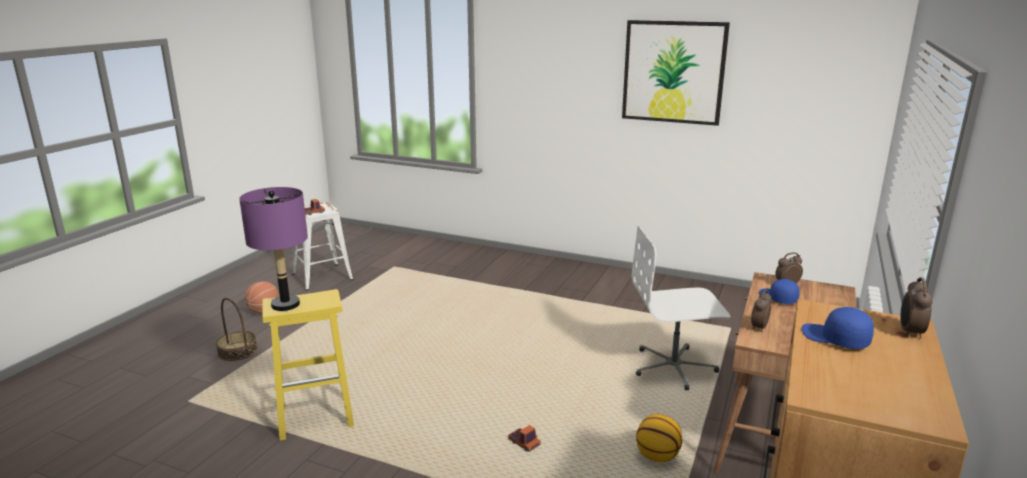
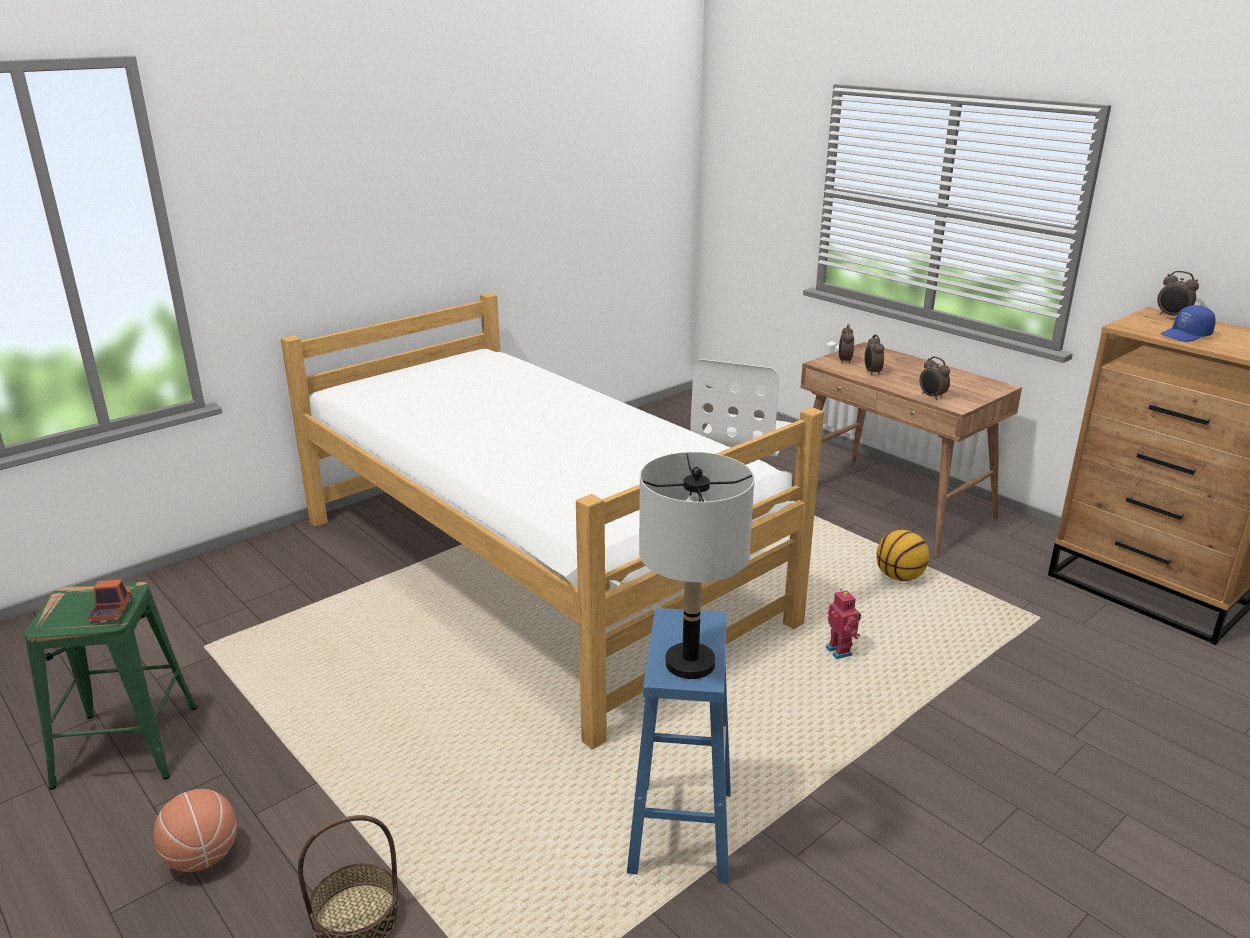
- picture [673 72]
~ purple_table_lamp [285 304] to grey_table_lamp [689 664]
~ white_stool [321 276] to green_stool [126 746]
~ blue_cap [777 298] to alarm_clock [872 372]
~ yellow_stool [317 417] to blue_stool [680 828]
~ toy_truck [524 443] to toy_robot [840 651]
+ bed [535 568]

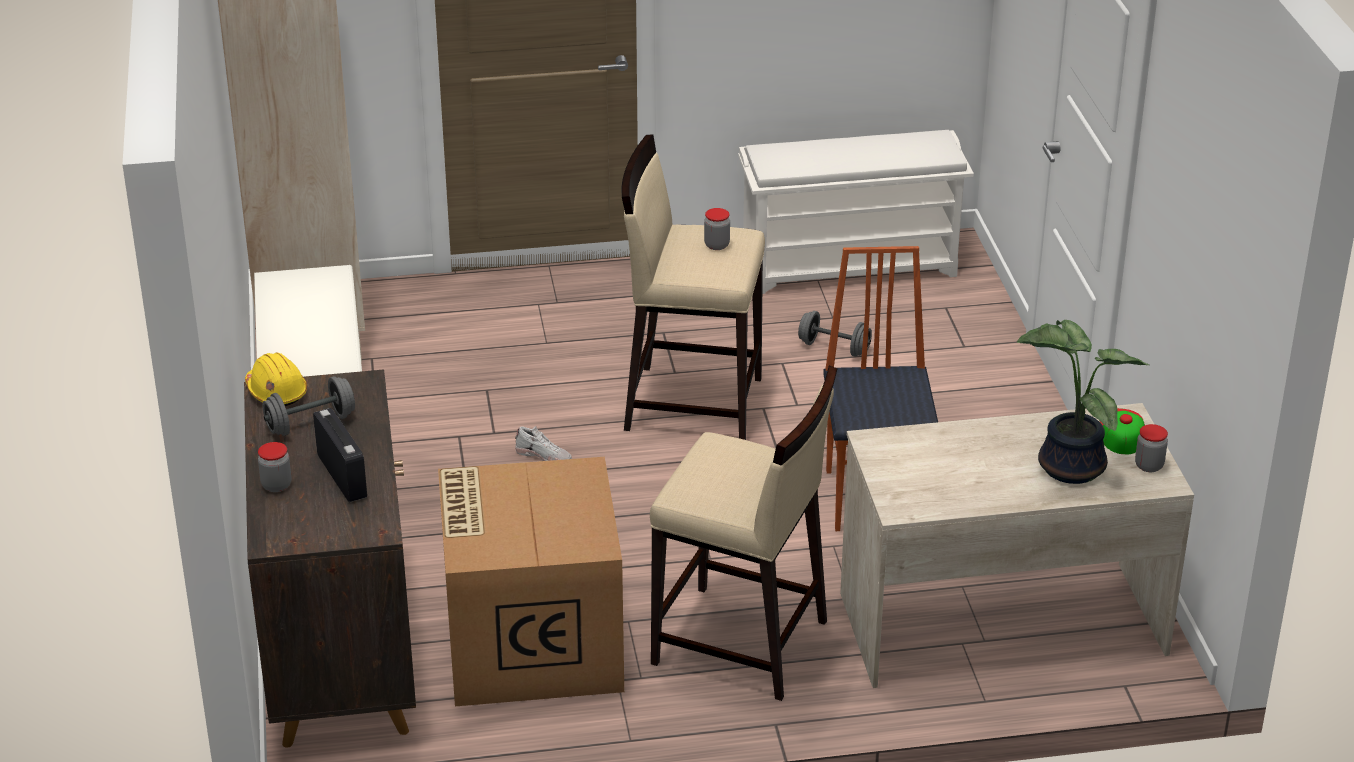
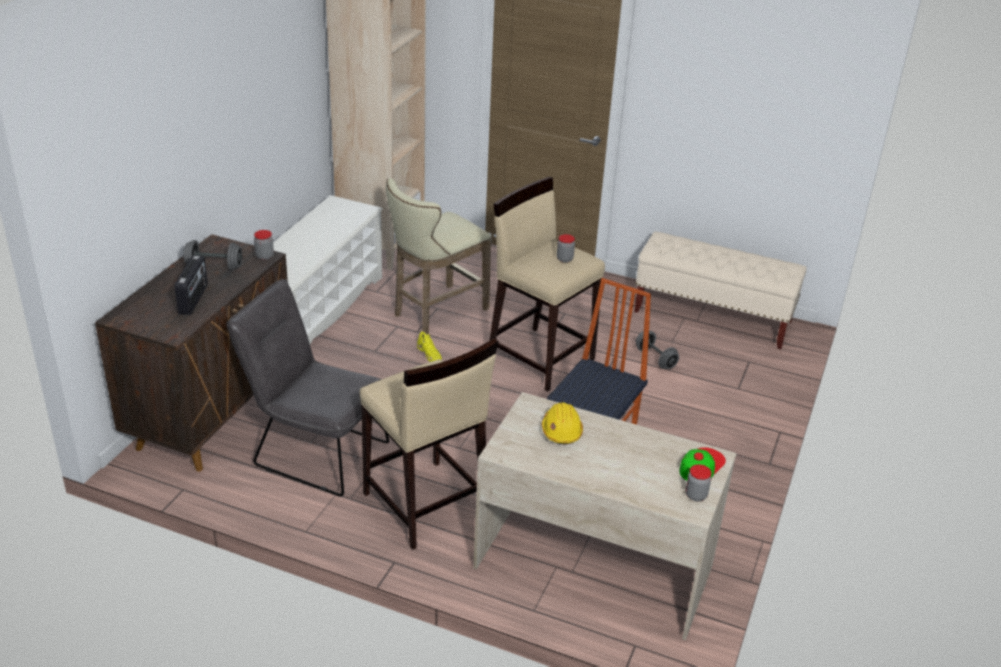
~ white_shoe_rack [851 266] to beige_bench [713 317]
- potted_plant [1067 466]
~ yellow_hard_hat [276 391] to [561 430]
~ white_shoe [544 456] to yellow_shoe [429 354]
~ jar [276 485] to [264 256]
~ cardboard_box [530 642] to grey_chair [314 451]
+ beige_stool [435 312]

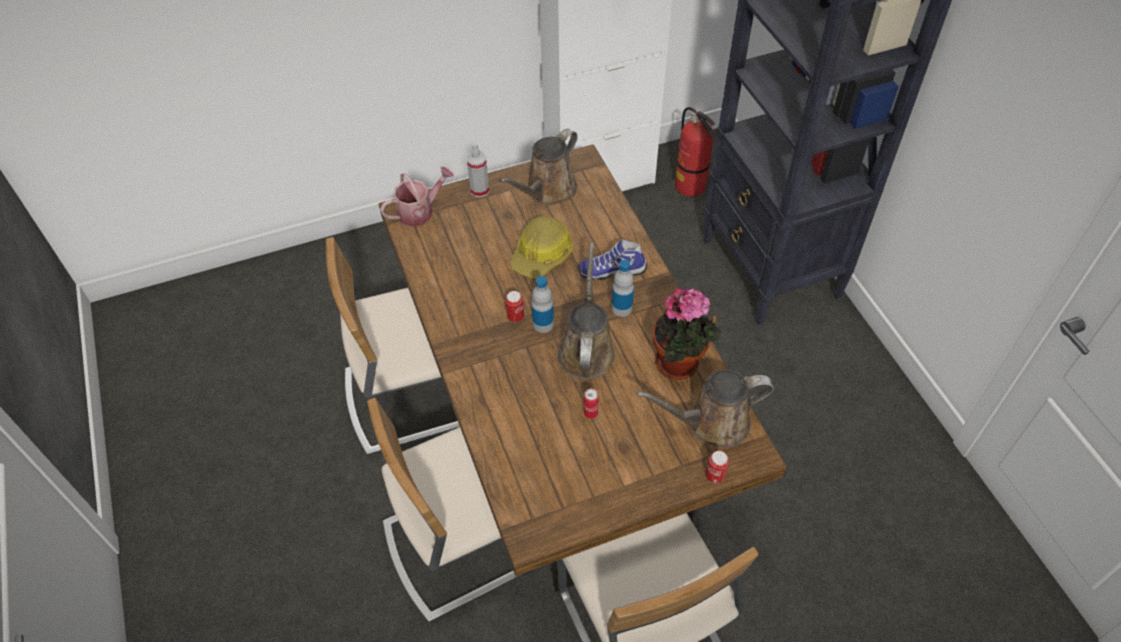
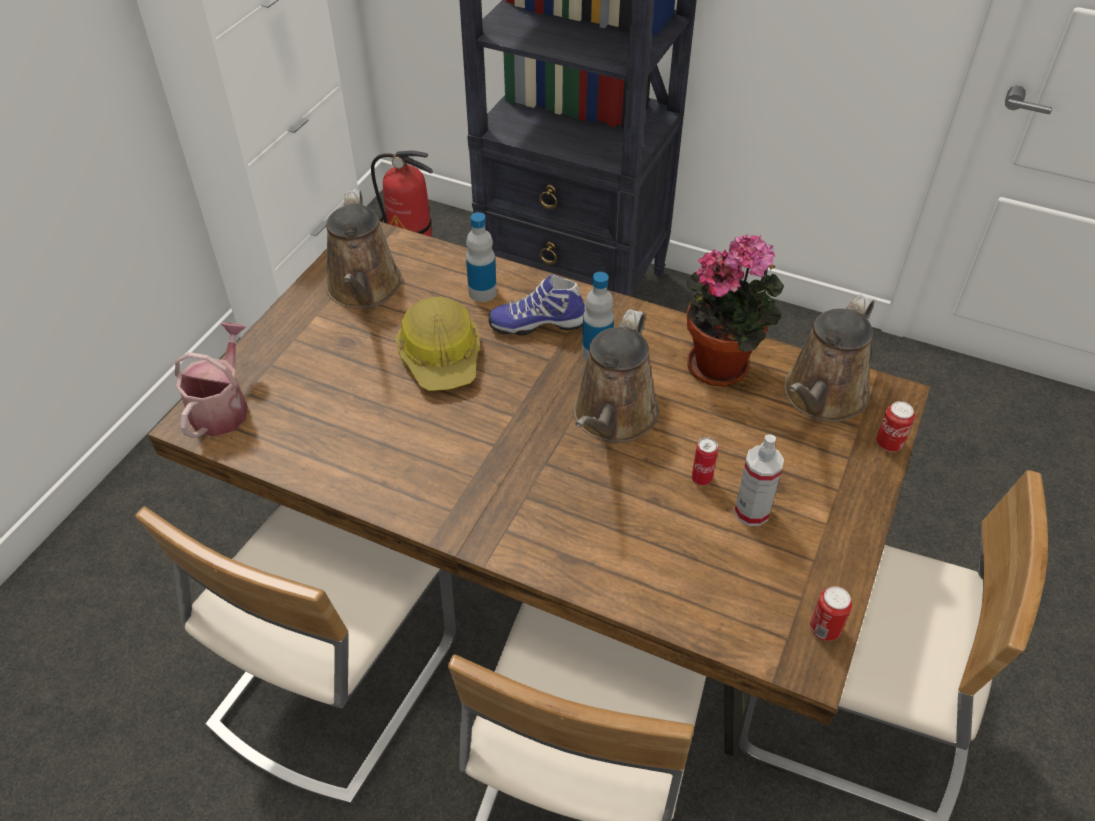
~ spray_bottle [479 190] to [751 512]
~ shoe [612 270] = [538 322] 45 degrees clockwise
~ brown_watering_can [586 349] = [613 418] 120 degrees counterclockwise
~ bottle [543 324] to [482 292]
~ can [515 317] to [824 629]

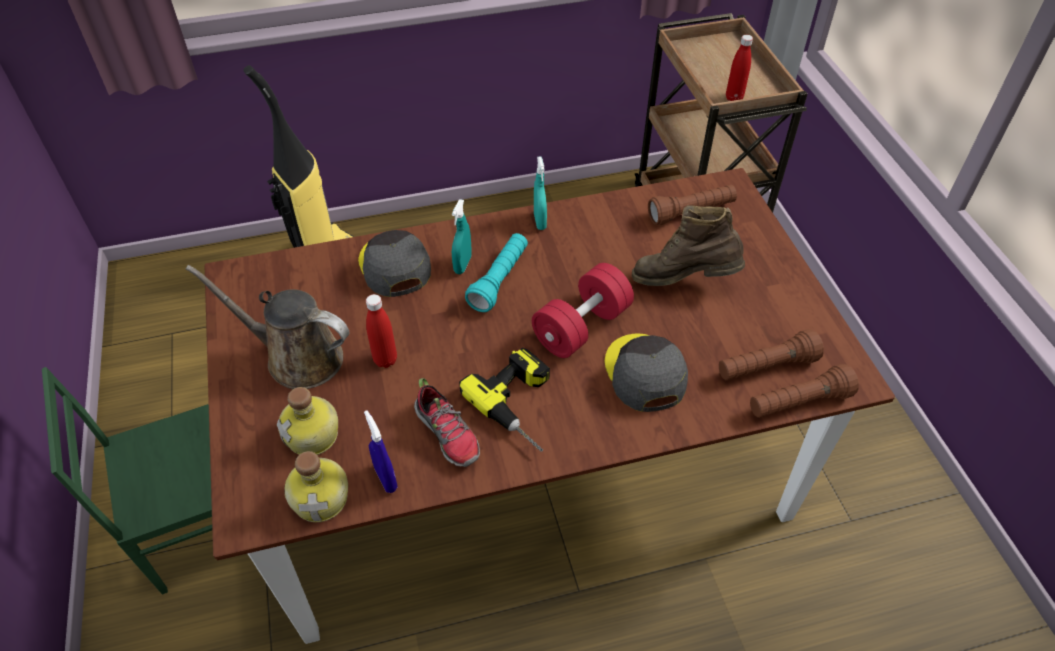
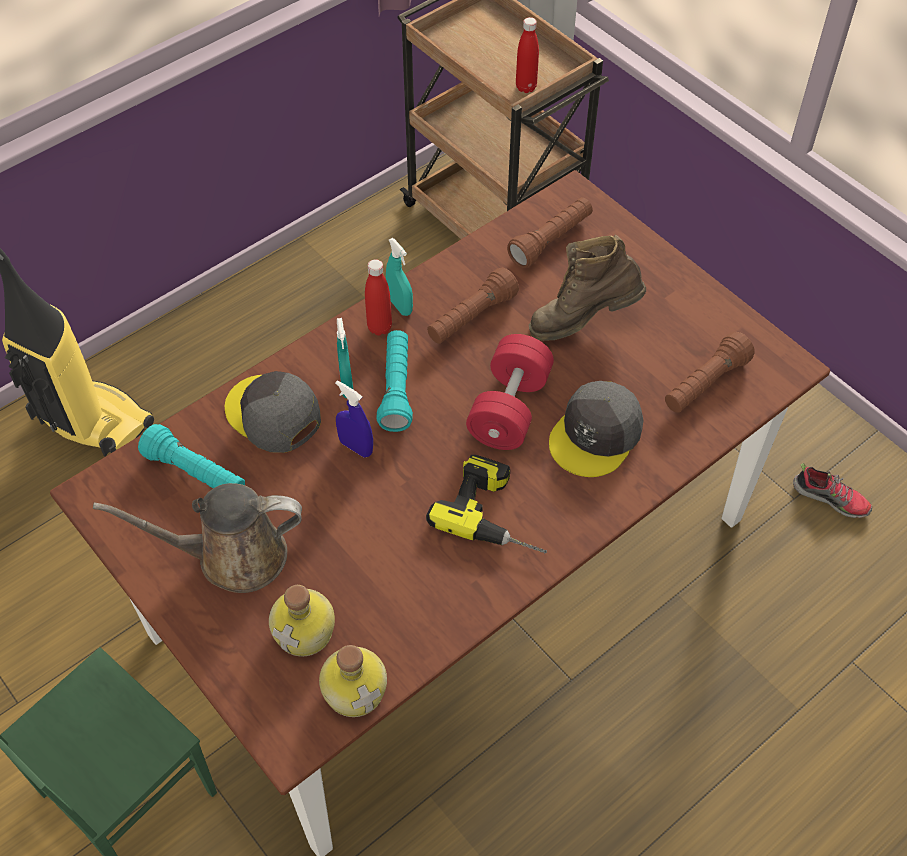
~ red_bottle [385 360] to [379 327]
~ grey_cap [644 374] = [596 435] 105 degrees counterclockwise
~ brown_flashlight [798 403] to [471 318]
~ shoe [448 434] to [831 498]
~ blue_spray_bottle [386 478] to [356 447]
+ turquoise_flashlight [196 473]

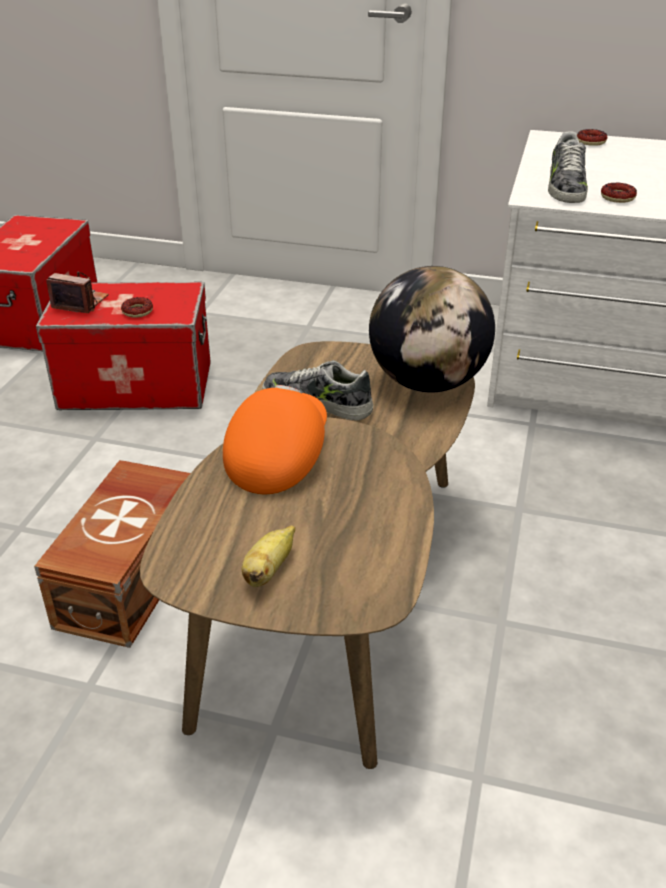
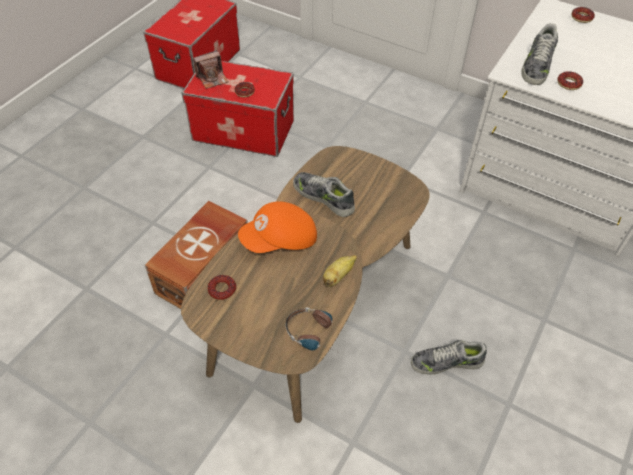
- globe [427 383]
~ photo_camera [81 303] = [212 78] 120 degrees clockwise
~ orange_cap [277 457] = [280 240] 150 degrees counterclockwise
~ banana [268 570] to [338 276]
+ donut [222 290]
+ headphones [316 334]
+ shoe [446 362]

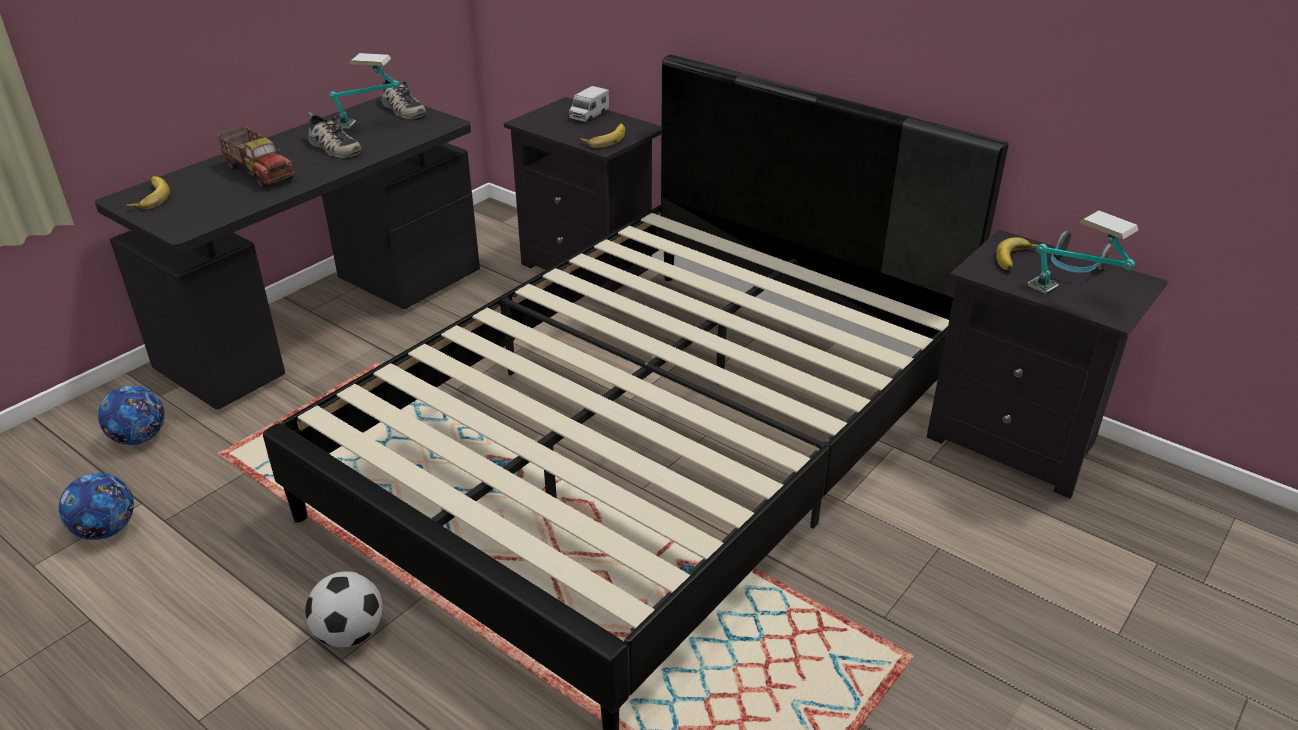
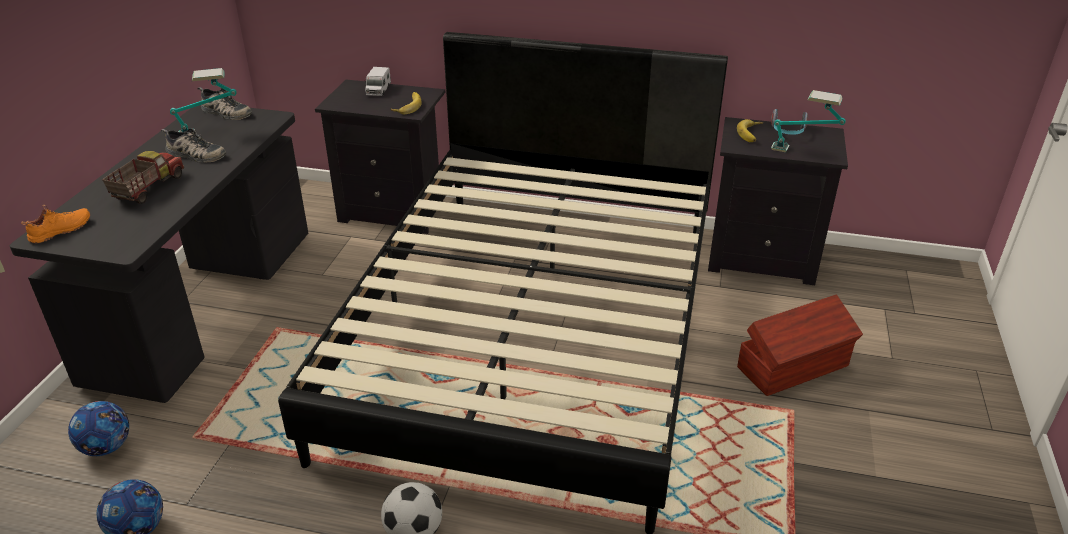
~ toy_truck [260 172] = [148 189] 90 degrees counterclockwise
~ banana [148 197] to orange_shoe [61 231]
+ brown_storage_box [794 367]

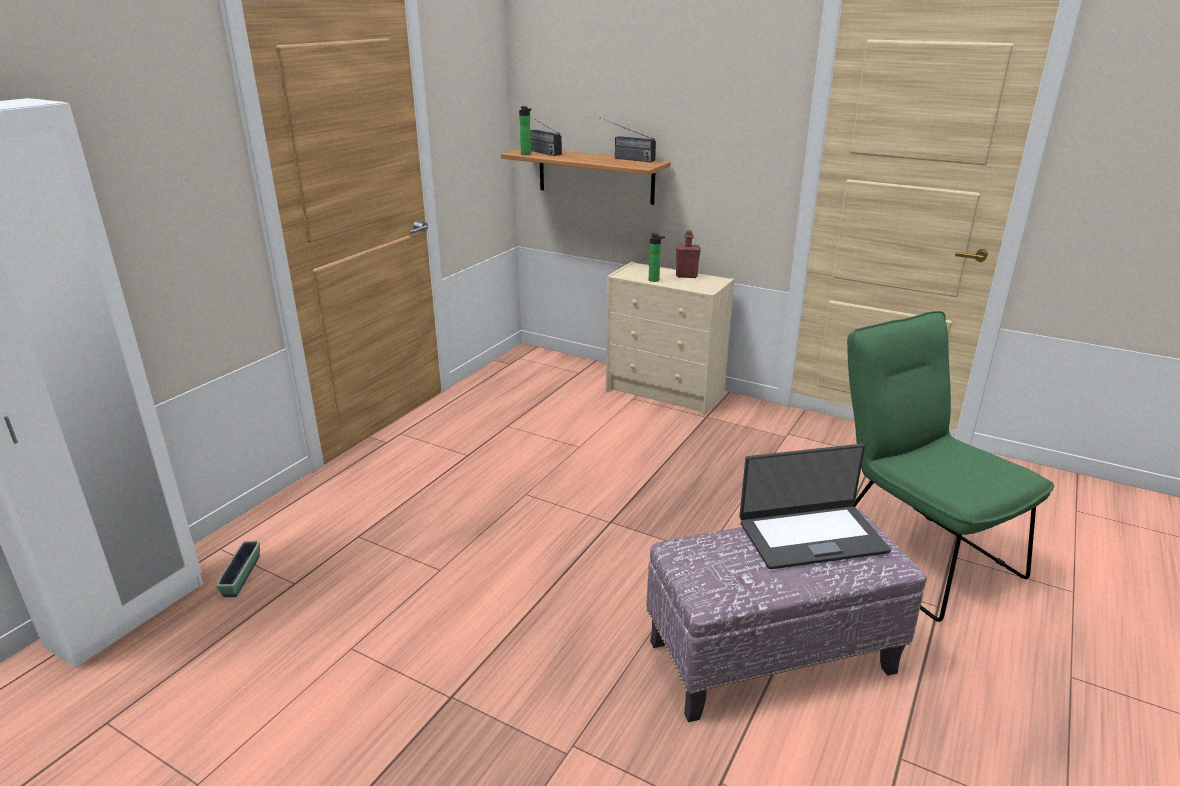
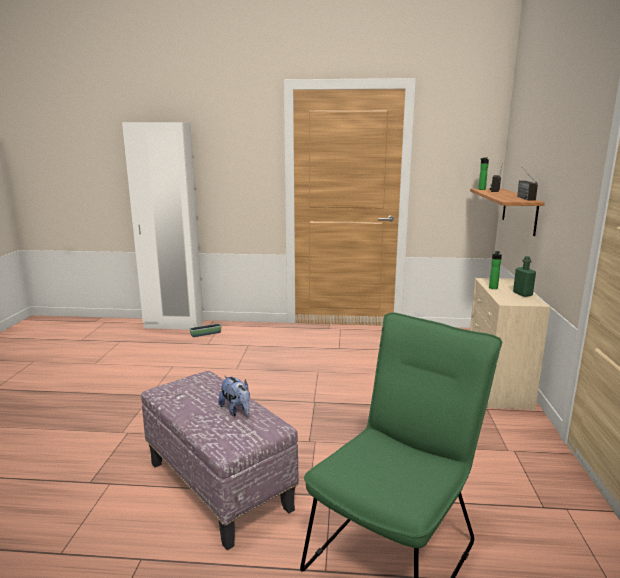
~ red_bottle [686 276] to green_bottle [522 294]
~ laptop [811 536] to plush_toy [236 410]

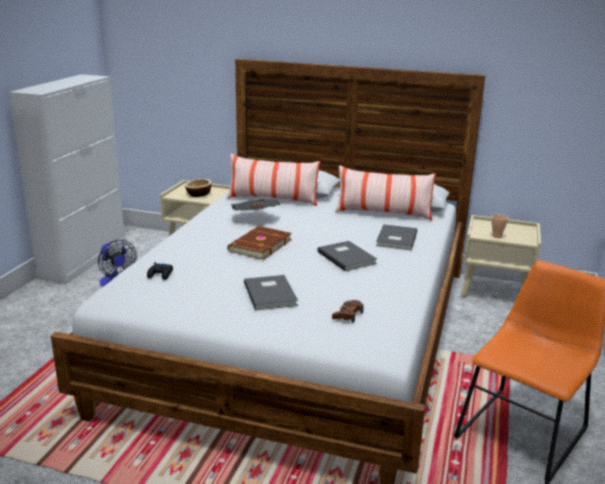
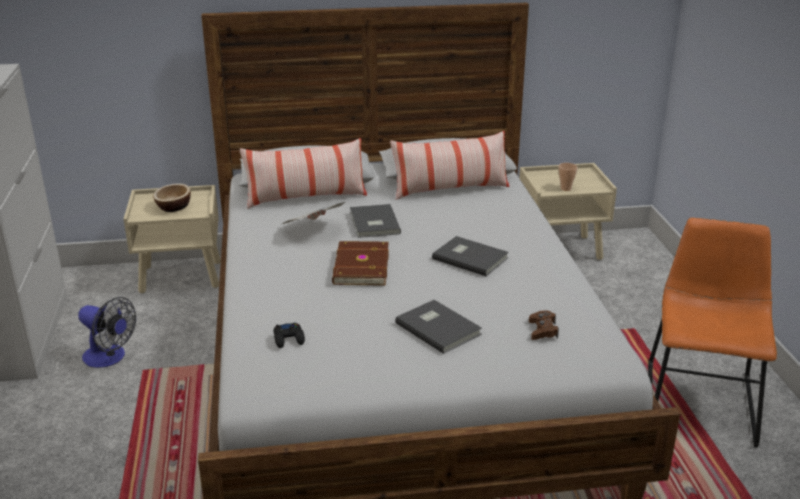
~ grey_book [395 239] to [373 223]

